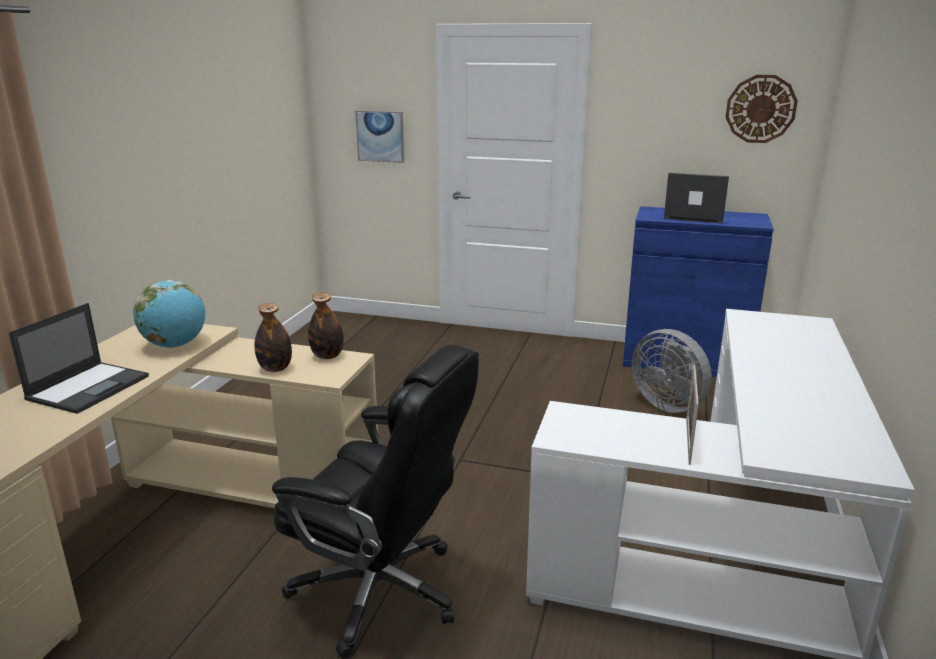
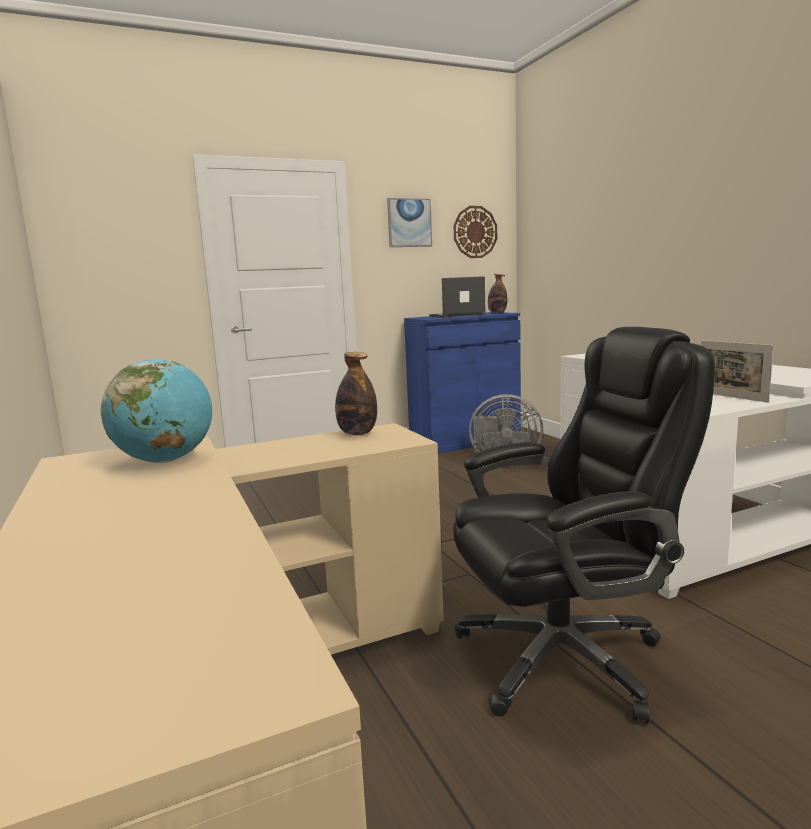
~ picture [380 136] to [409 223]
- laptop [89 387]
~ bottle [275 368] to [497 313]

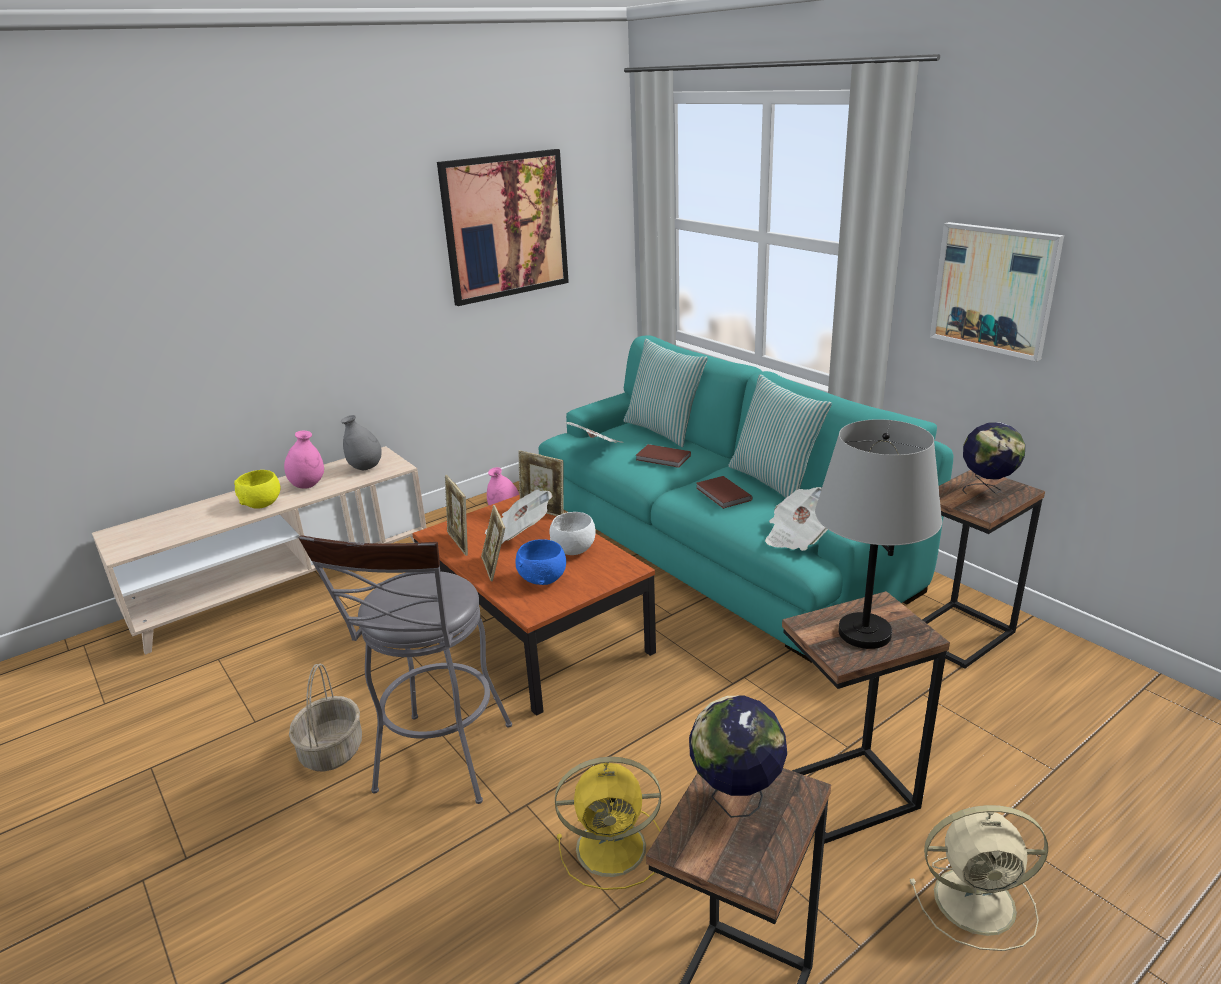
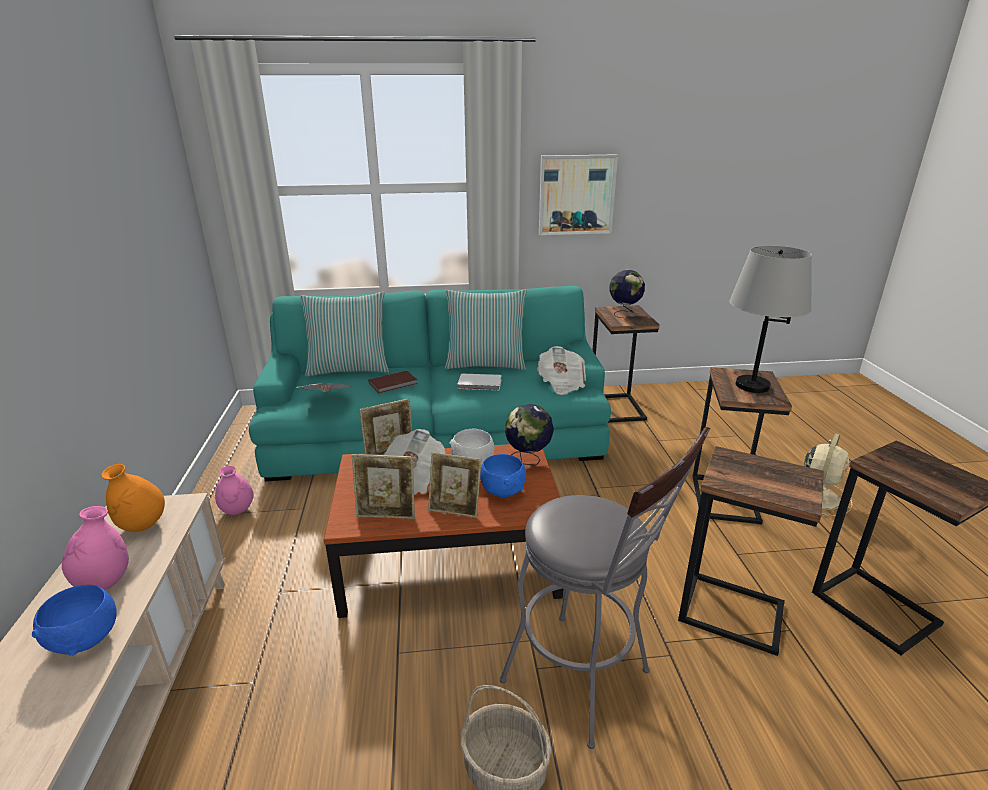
- picture [505 226]
~ grey_vase [366 468] to orange_vase [143 526]
~ yellow_bowl [262 504] to blue_bowl [86 638]
~ brown_book [722 494] to white_book [480 384]
~ globe [736 800] to [528 460]
~ yellow_fan [614 847] to side_table [731 610]

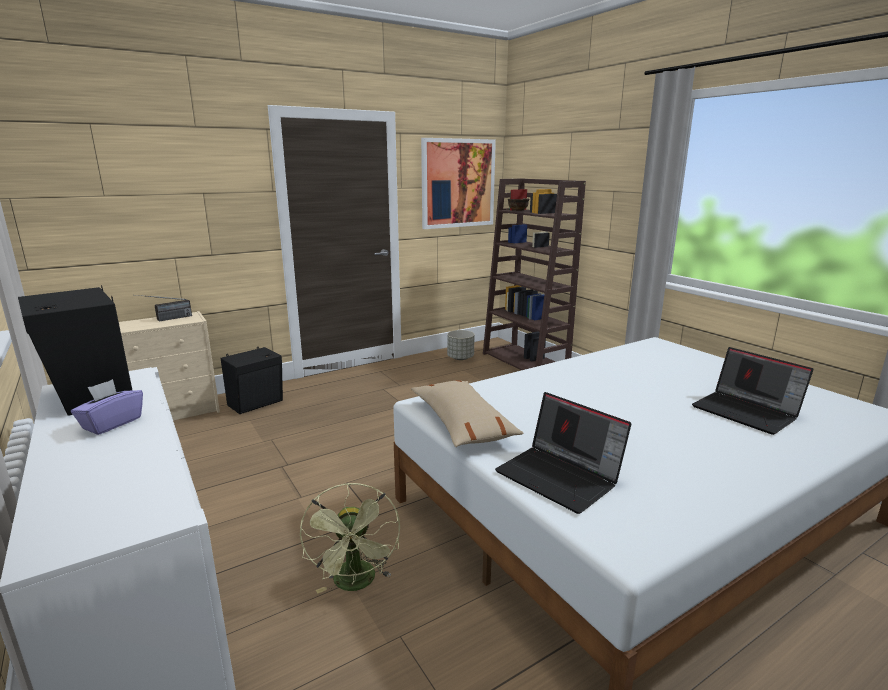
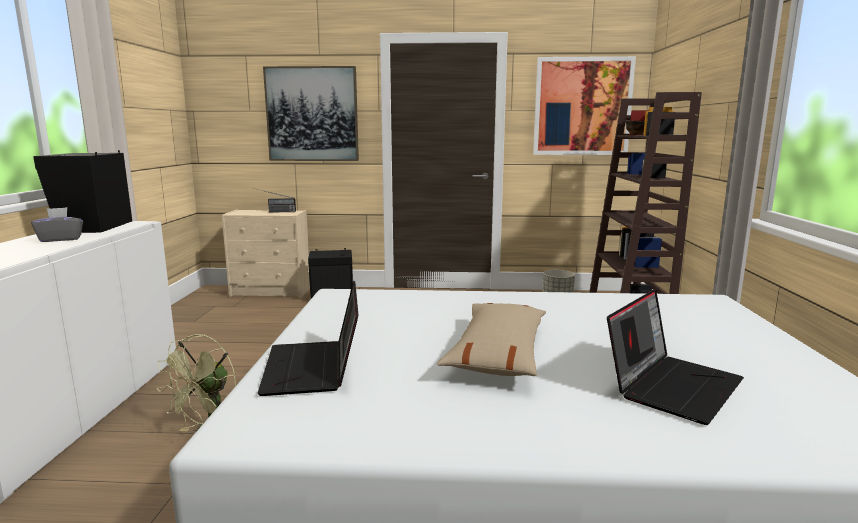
~ laptop [747 412] = [672 385] 135 degrees counterclockwise
~ purple_tissue_box [112 423] to grey_tissue_box [61 239]
~ beige_pillow [462 423] to [498 353]
+ picture [312 114]

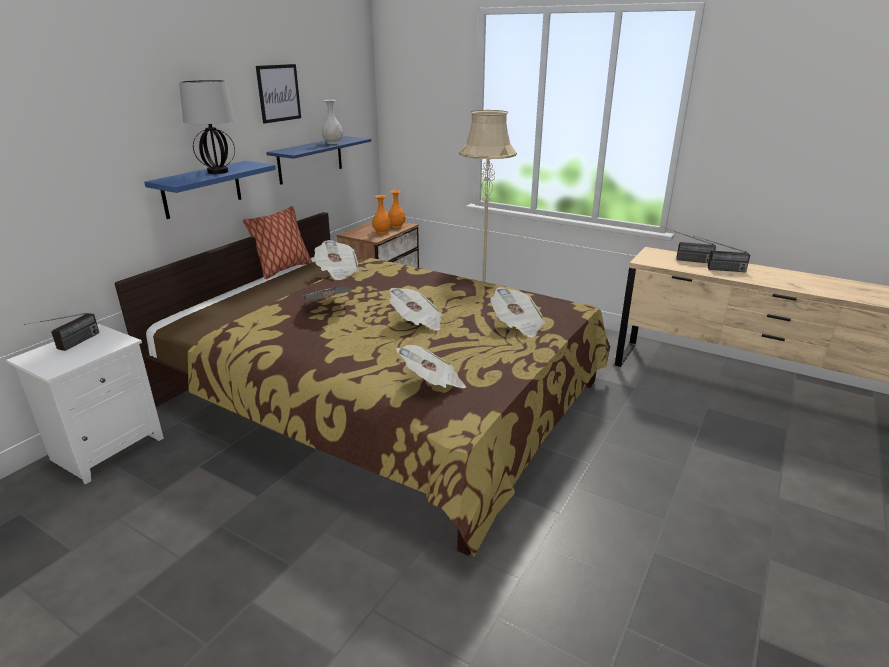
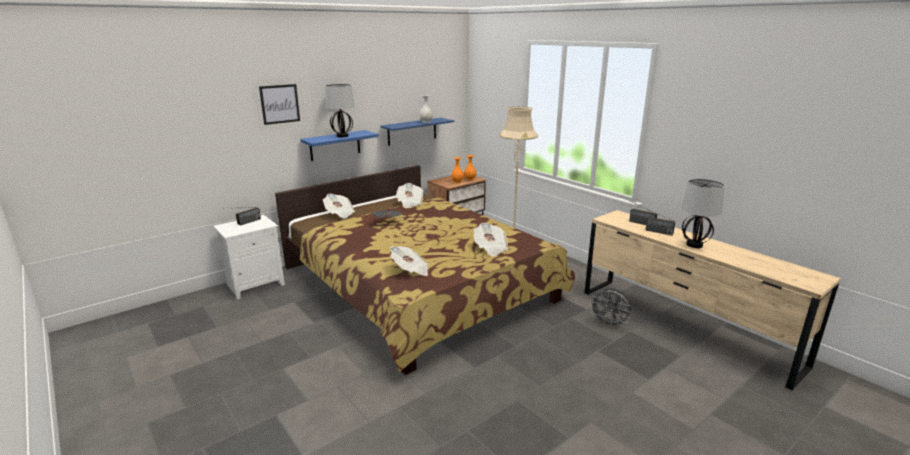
~ picture [278 93] to [280 104]
- pillow [283 269]
~ newspaper [417 322] to [339 213]
+ table_lamp [694 245]
+ grey_fan [609 324]

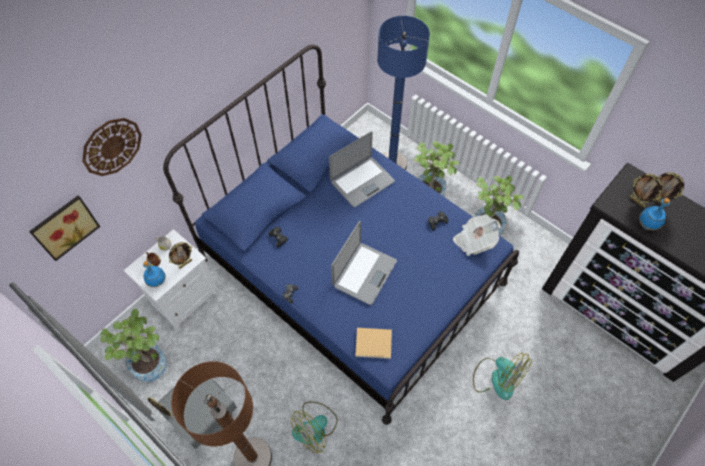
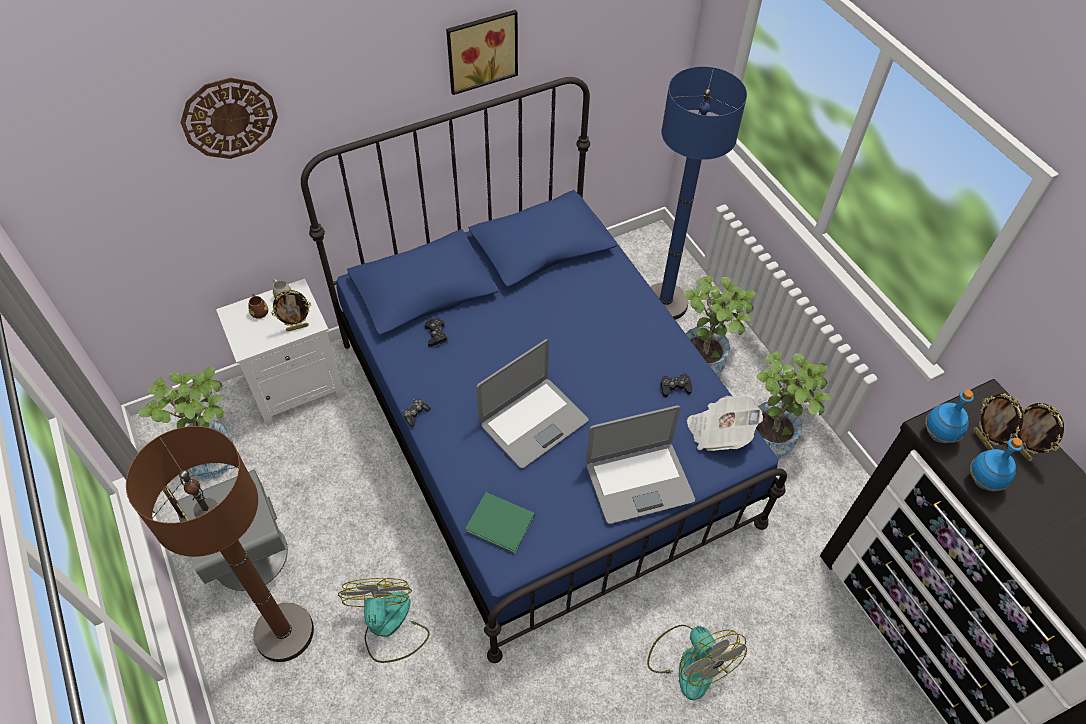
~ laptop [362 181] to [639 482]
~ picture [64 226] to [481 50]
~ blue_bottle [158 282] to [939 435]
~ beige_book [375 343] to green_book [502 524]
~ fan [315 427] = [388 626] 105 degrees clockwise

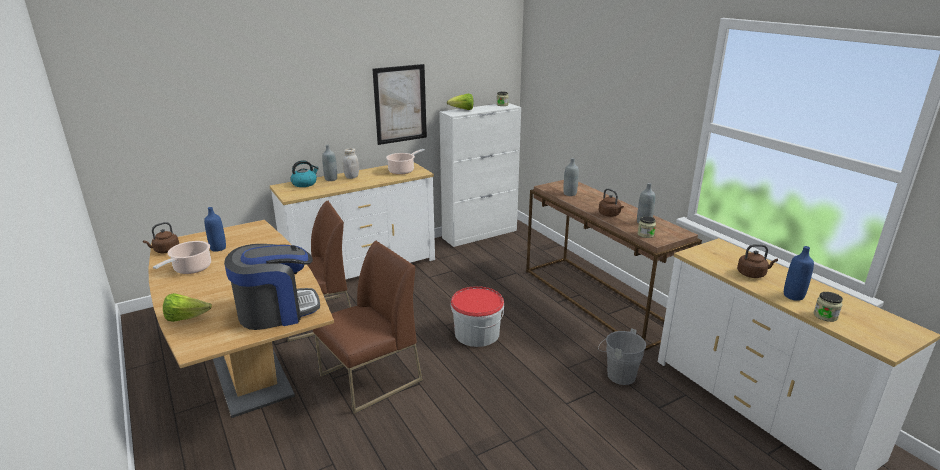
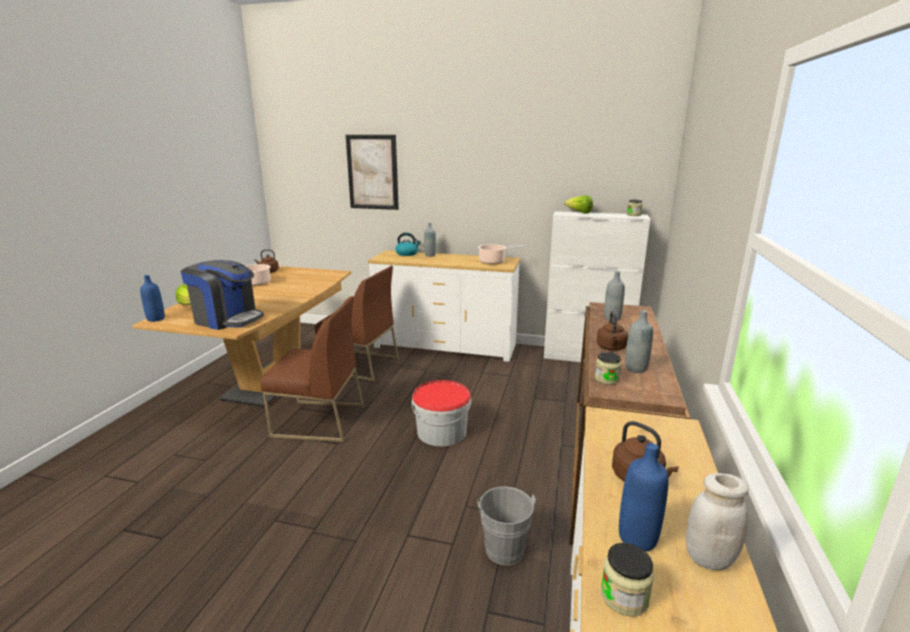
~ picture [400 104] to [372 172]
~ white_jar [351 177] to [709 558]
~ blue_bottle [218 248] to [156 319]

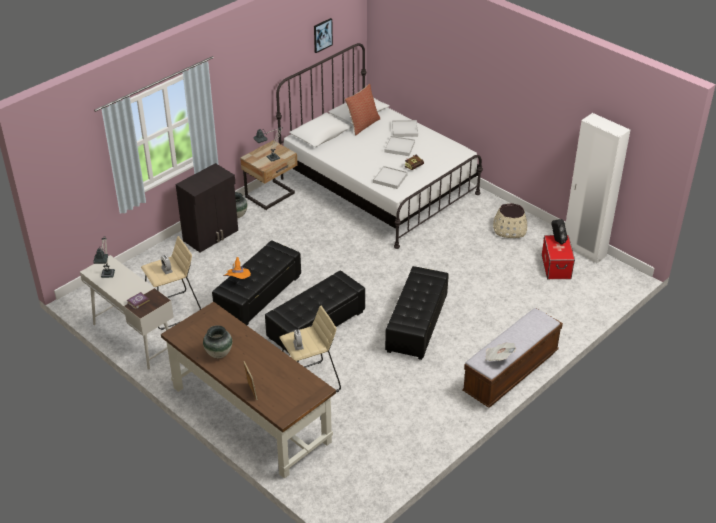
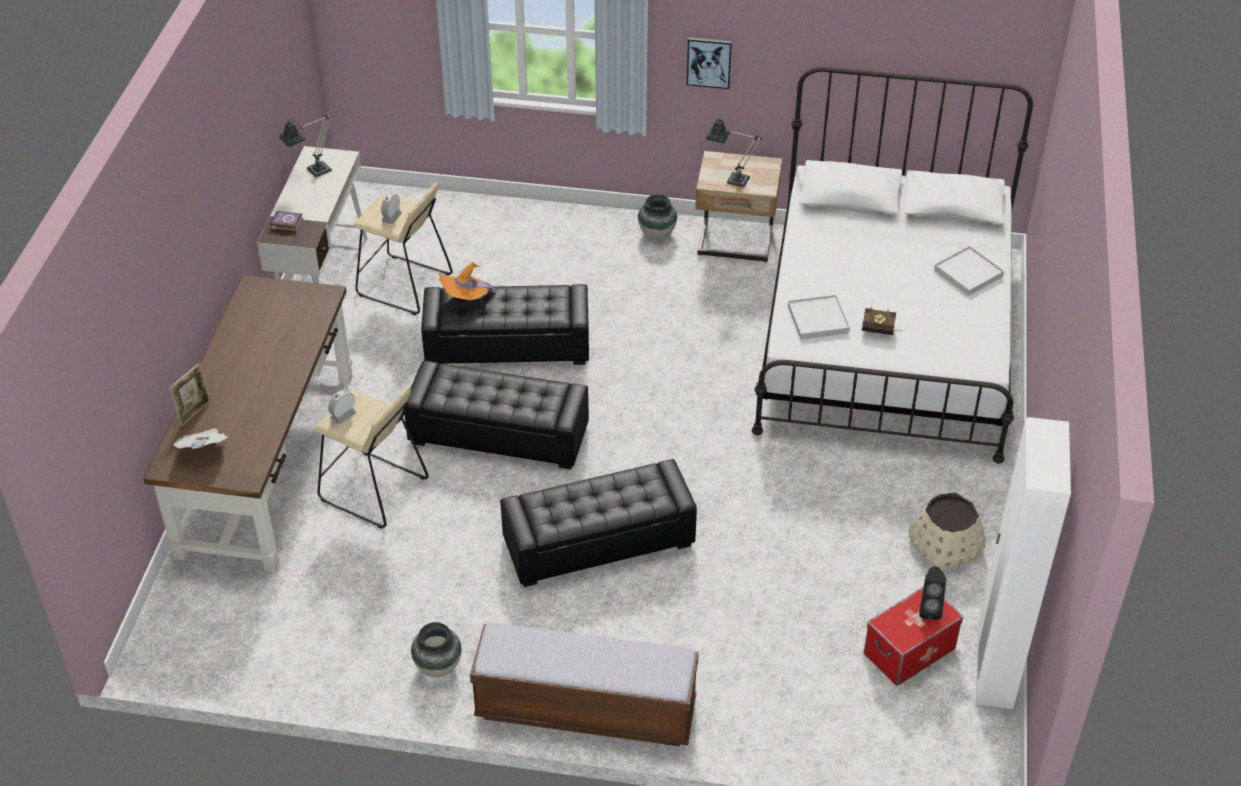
~ picture [322 35] to [709 62]
- pillow [362 125]
- white_tray [399 147]
- black_cabinet [211 235]
~ vase [218 353] to [438 666]
~ newspaper [498 357] to [204 448]

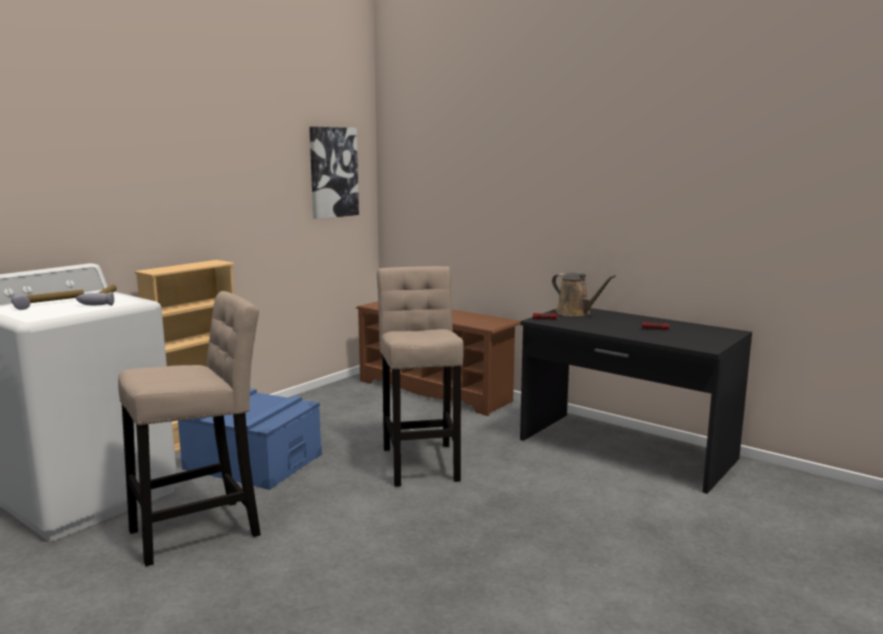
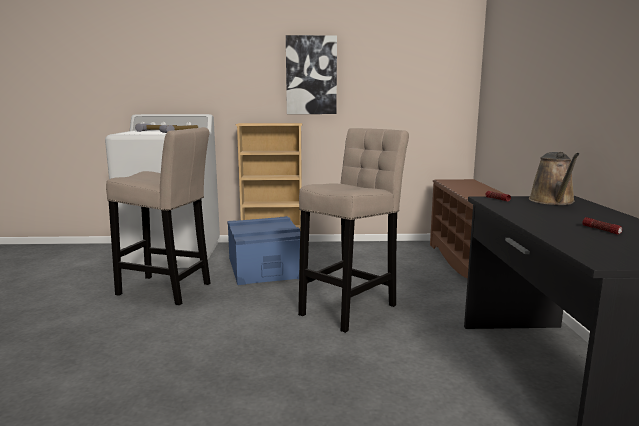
~ picture [333 172] to [311 75]

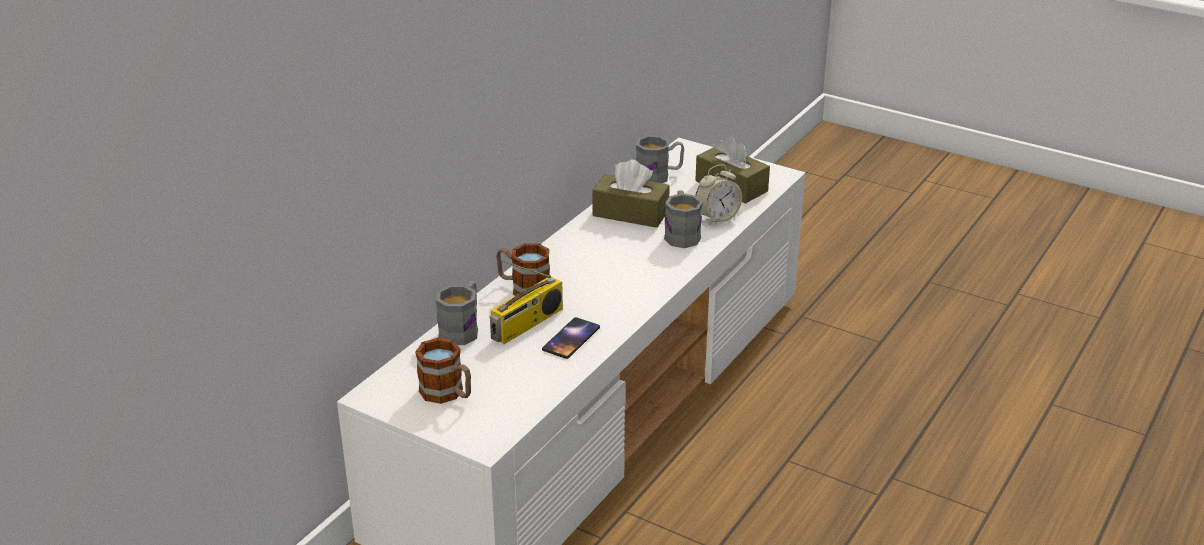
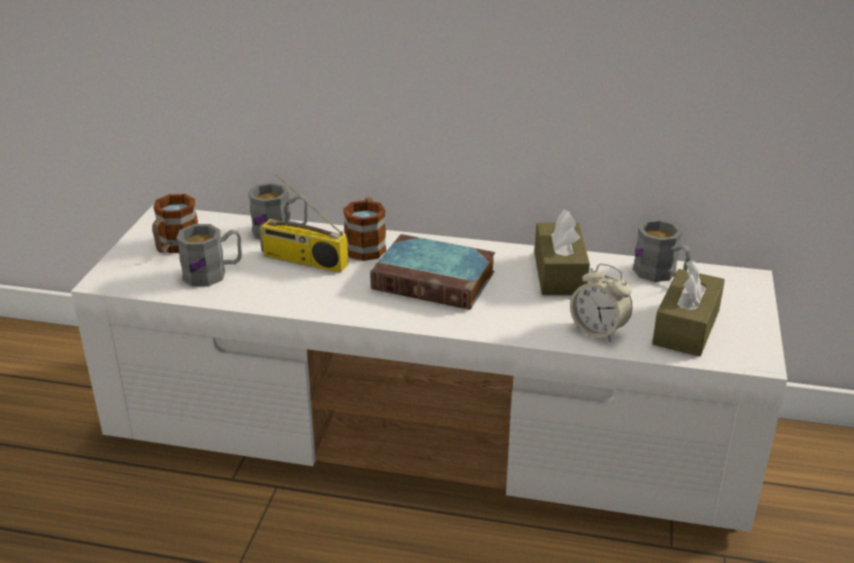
~ grey_mug [681 234] to [213 273]
- phone [571 338]
+ book [436 280]

